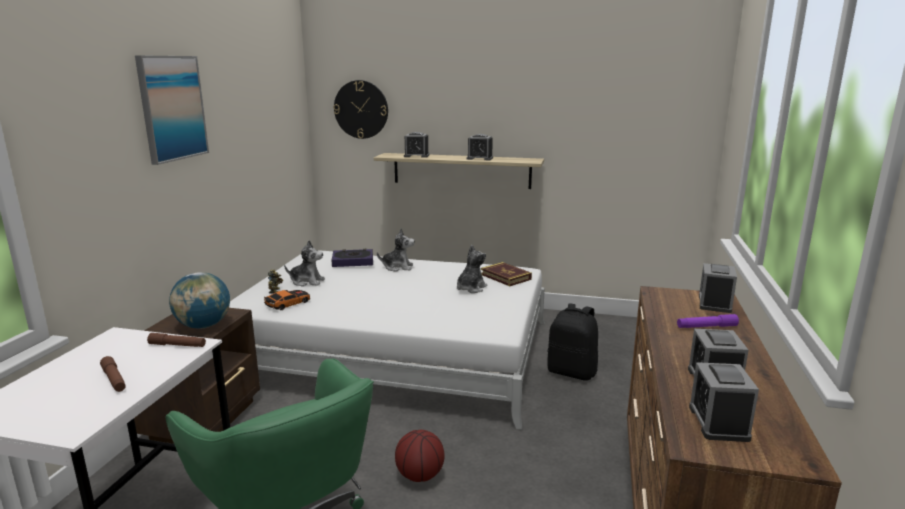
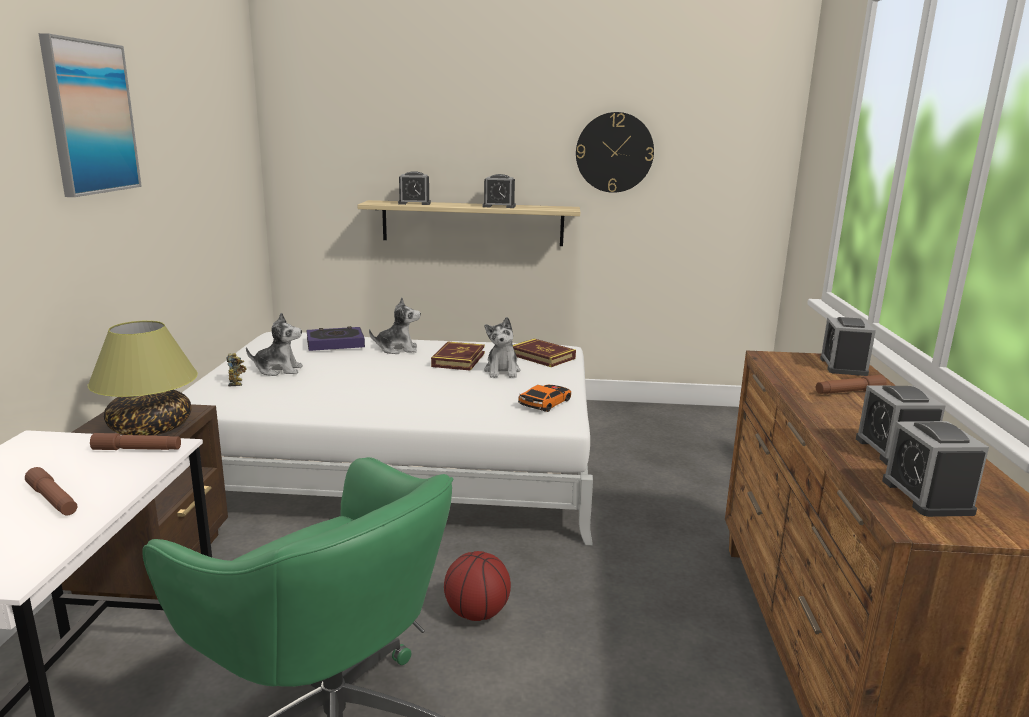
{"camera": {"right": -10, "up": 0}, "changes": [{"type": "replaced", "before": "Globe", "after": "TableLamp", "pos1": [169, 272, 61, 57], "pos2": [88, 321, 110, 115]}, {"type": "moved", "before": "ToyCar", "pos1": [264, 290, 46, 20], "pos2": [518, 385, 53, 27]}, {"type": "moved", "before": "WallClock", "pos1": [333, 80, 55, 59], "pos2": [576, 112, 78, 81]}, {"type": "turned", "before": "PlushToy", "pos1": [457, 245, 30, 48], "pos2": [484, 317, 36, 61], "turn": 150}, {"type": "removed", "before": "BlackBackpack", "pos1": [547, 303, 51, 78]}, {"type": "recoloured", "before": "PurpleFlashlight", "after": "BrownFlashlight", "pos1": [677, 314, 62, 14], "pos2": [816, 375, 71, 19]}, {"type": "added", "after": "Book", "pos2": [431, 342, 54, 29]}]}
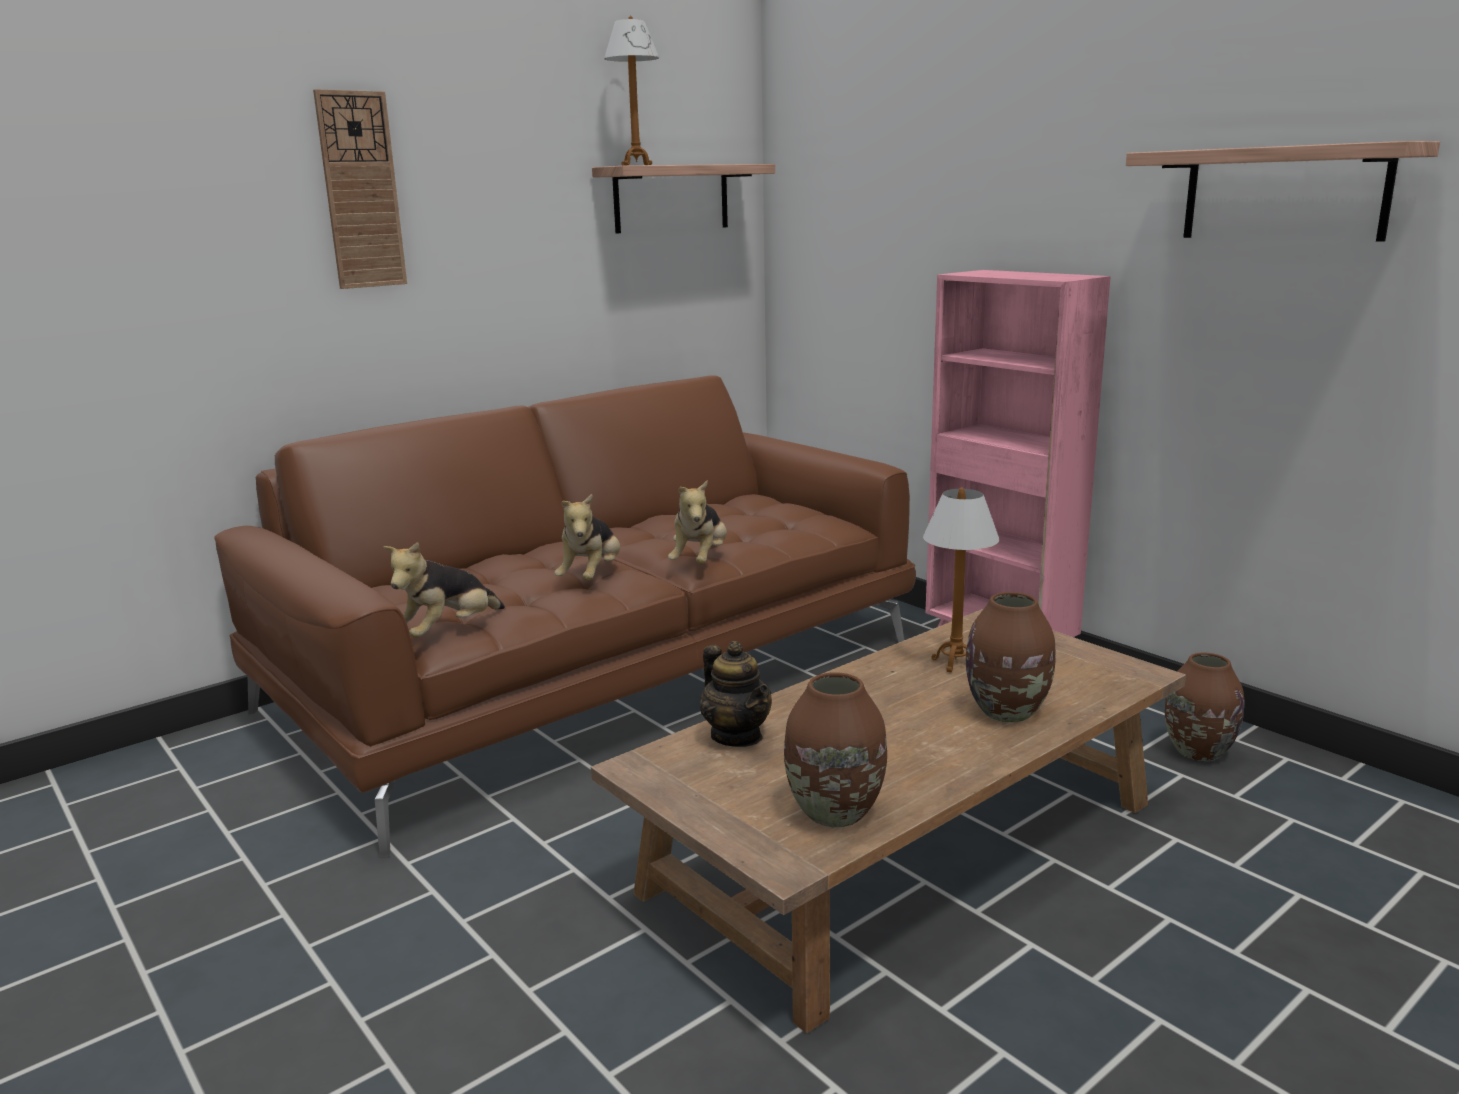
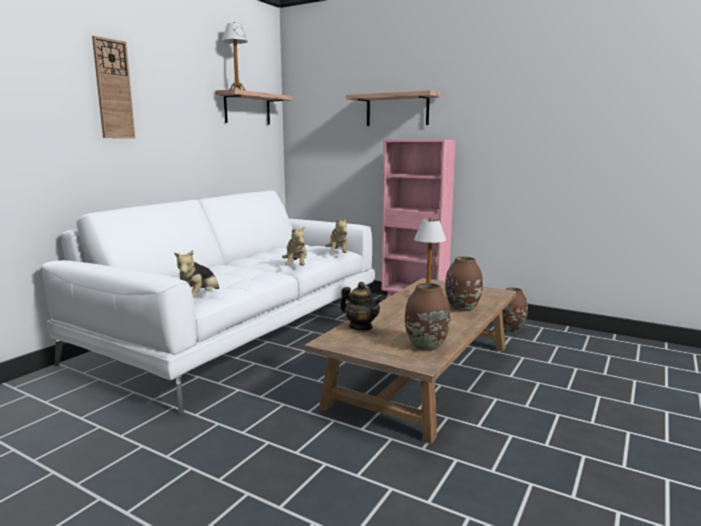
{"camera": {"right": -20, "up": -5}, "changes": [{"type": "recoloured", "before": "BrownSofa", "after": "WhiteSofa", "pos1": [214, 375, 702, 483], "pos2": [41, 190, 334, 225]}, {"type": "moved", "before": "PlushToy", "pos1": [554, 494, 66, 86], "pos2": [325, 218, 22, 35]}, {"type": "moved", "before": "Shelf", "pos1": [1126, 141, 314, 101], "pos2": [346, 90, 95, 36]}]}
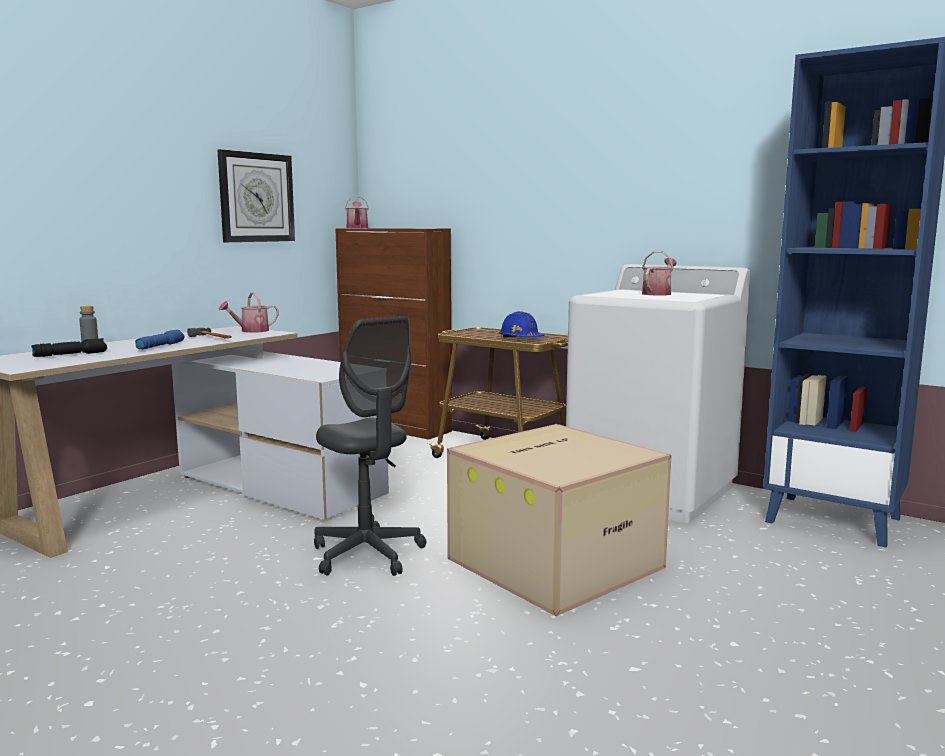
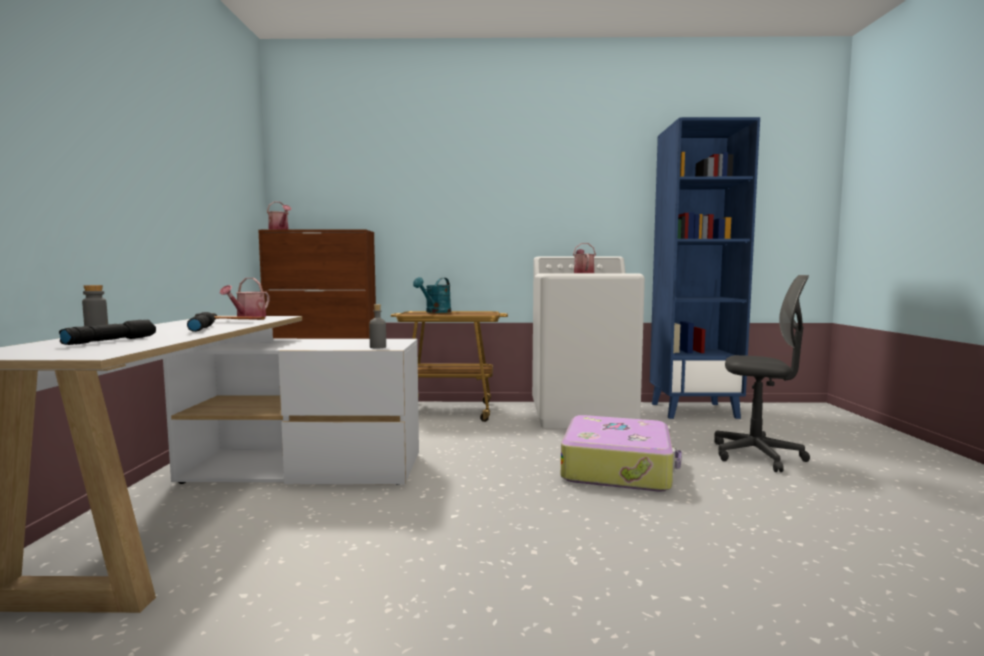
{"camera": {"right": -35, "up": -5}, "changes": [{"type": "recoloured", "before": "BlueFlashlight", "after": "BlackFlashlight", "pos1": [135, 330, 49, 20], "pos2": [187, 312, 28, 20]}, {"type": "removed", "before": "WallClock", "pos1": [218, 149, 77, 93]}, {"type": "moved", "before": "GreyOfficeChair", "pos1": [314, 316, 112, 260], "pos2": [714, 275, 96, 197]}, {"type": "replaced", "before": "CardboardBox", "after": "Suitcase", "pos1": [447, 424, 225, 192], "pos2": [561, 415, 121, 77]}, {"type": "removed", "before": "BlueHardHat", "pos1": [499, 311, 45, 27]}, {"type": "added", "after": "GreyBottle", "pos2": [369, 304, 17, 45]}, {"type": "added", "after": "TurquoiseWateringCan", "pos2": [413, 277, 38, 36]}]}
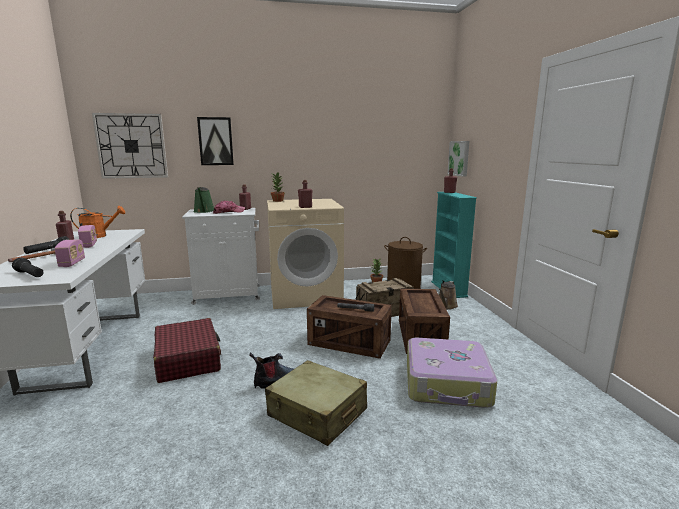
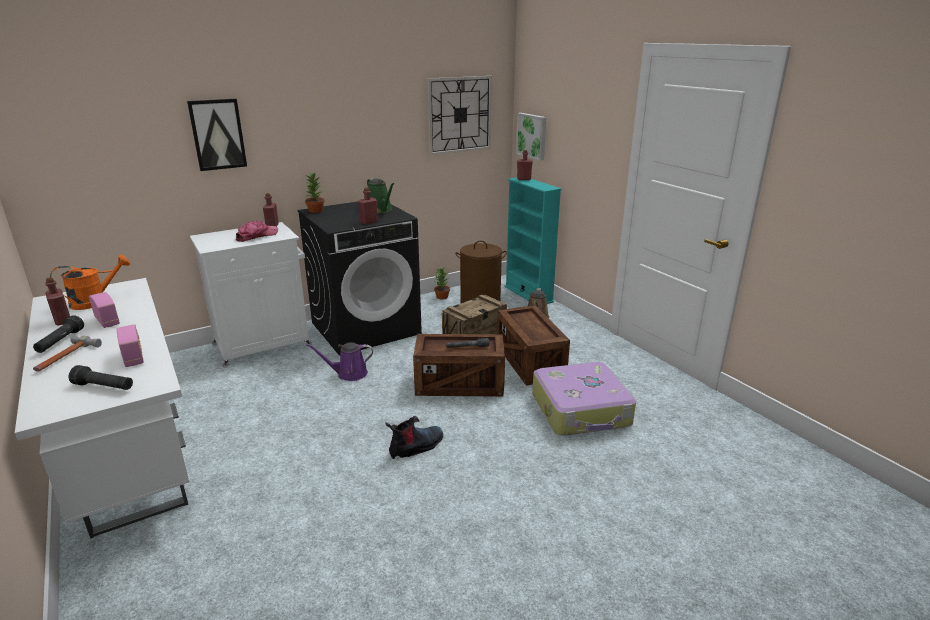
{"camera": {"right": -20, "up": 10}, "changes": [{"type": "moved", "before": "WallClock", "pos1": [92, 113, 76, 66], "pos2": [427, 76, 65, 79]}, {"type": "removed", "before": "RedSuitcase", "pos1": [153, 318, 68, 65]}, {"type": "moved", "before": "GreenWateringCan", "pos1": [193, 187, 21, 26], "pos2": [367, 178, 28, 36]}, {"type": "removed", "before": "BeigeSuitcase", "pos1": [265, 360, 102, 86]}, {"type": "recoloured", "before": "BeigeWashingMachine", "after": "BlackWashingMachine", "pos1": [267, 199, 77, 110], "pos2": [298, 201, 124, 155]}, {"type": "added", "after": "PurpleWateringCan", "pos2": [306, 342, 67, 39]}]}
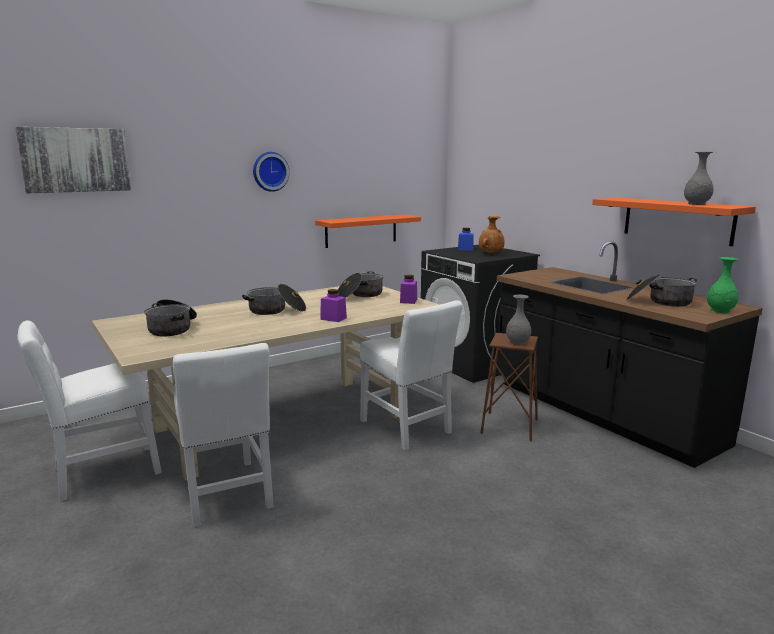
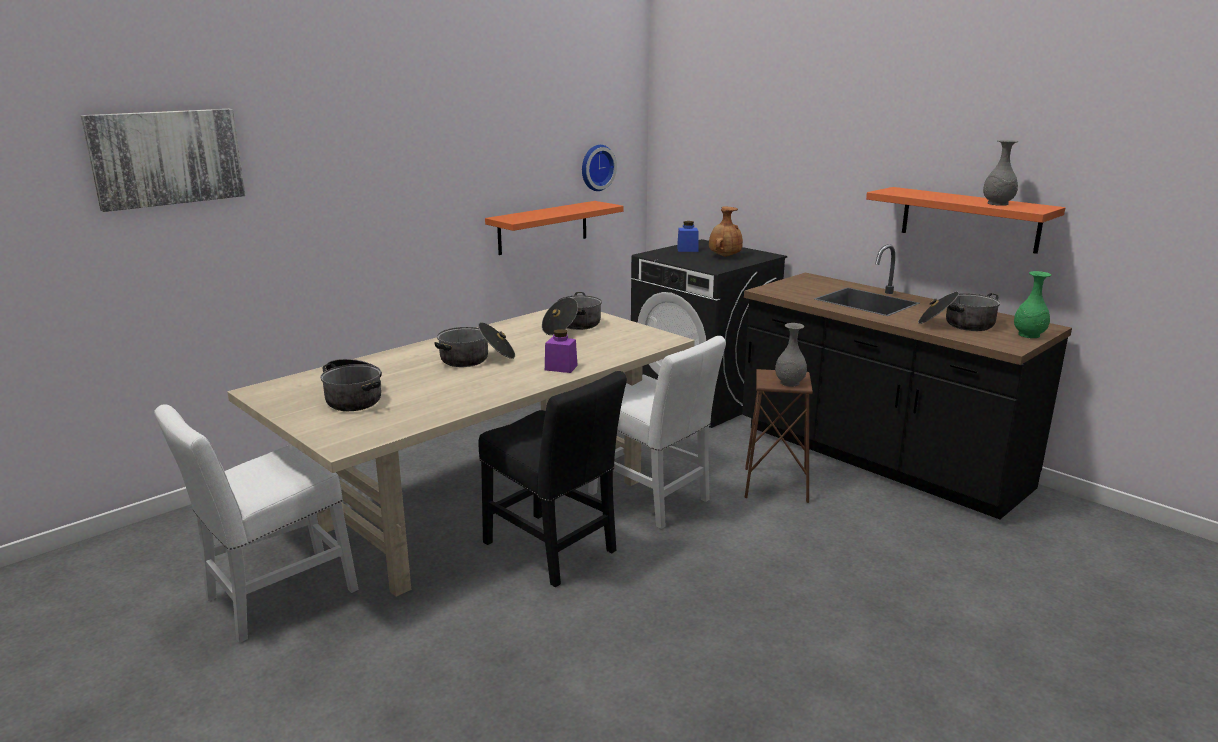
{"camera": {"right": -10, "up": 5}, "changes": [{"type": "removed", "before": "WhiteChair", "pos1": [173, 343, 101, 184]}, {"type": "moved", "before": "WallClock", "pos1": [253, 152, 37, 40], "pos2": [582, 145, 35, 46]}, {"type": "removed", "before": "PurpleJar", "pos1": [400, 275, 17, 29]}, {"type": "added", "after": "BlackChair", "pos2": [478, 371, 149, 216]}]}
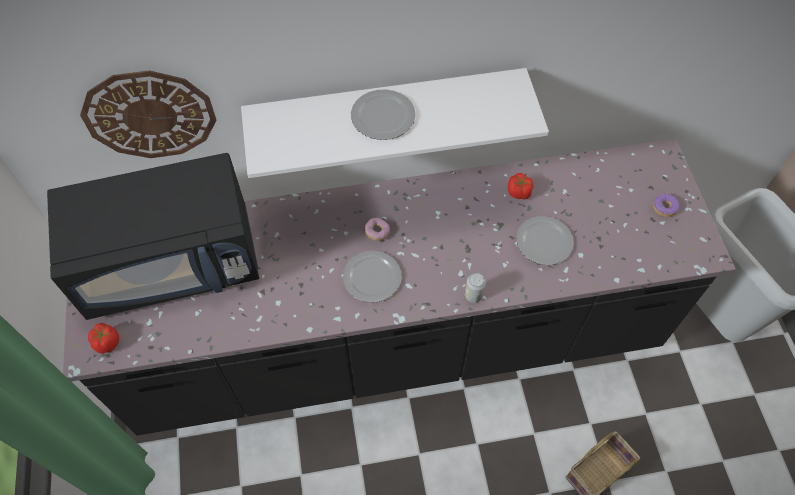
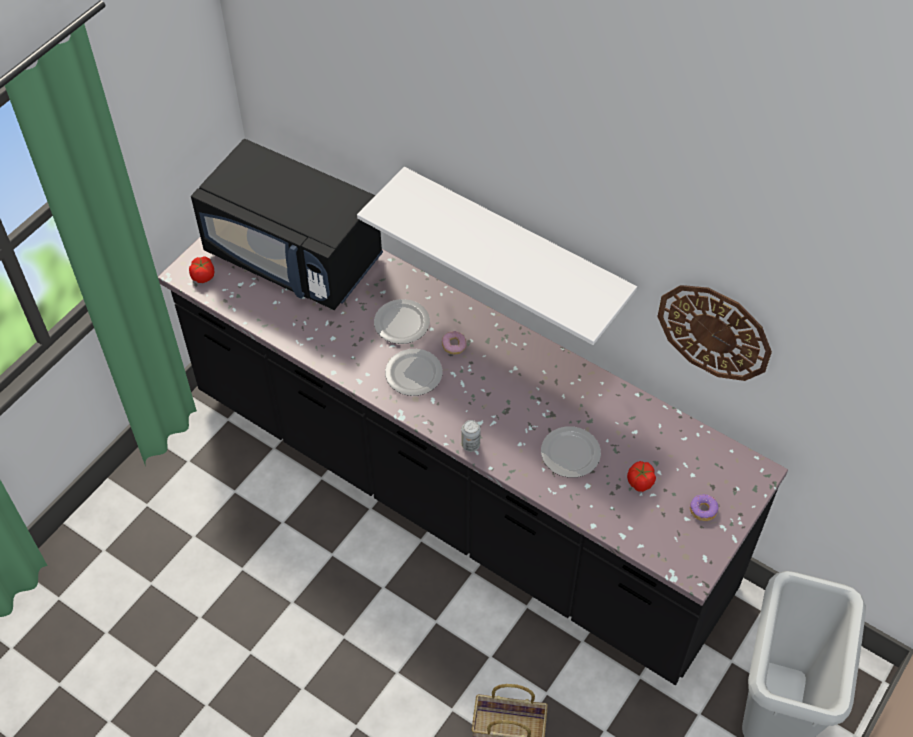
{"camera": {"right": 45, "up": -5}, "changes": [{"type": "moved", "before": "WallClock", "pos1": [80, 70, 136, 88], "pos2": [658, 285, 114, 96]}, {"type": "moved", "before": "Plate", "pos1": [351, 89, 64, 51], "pos2": [374, 299, 56, 45]}, {"type": "moved", "before": "Tomato", "pos1": [508, 173, 25, 26], "pos2": [627, 461, 29, 31]}]}
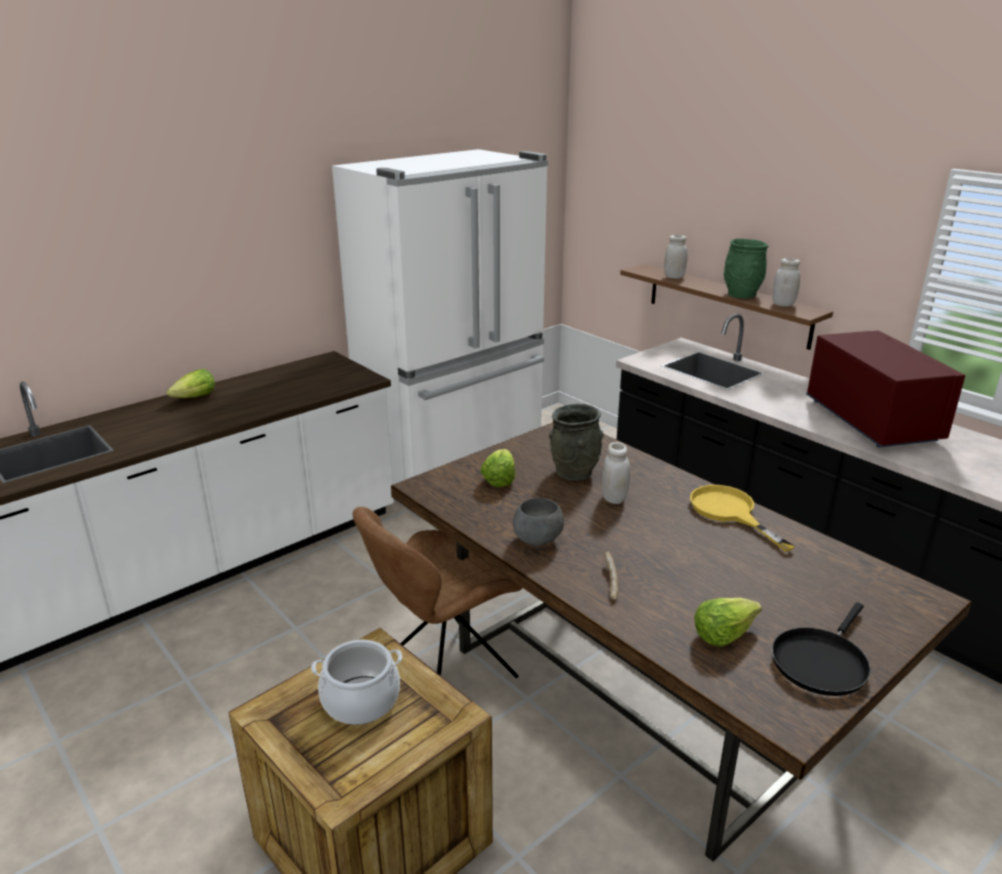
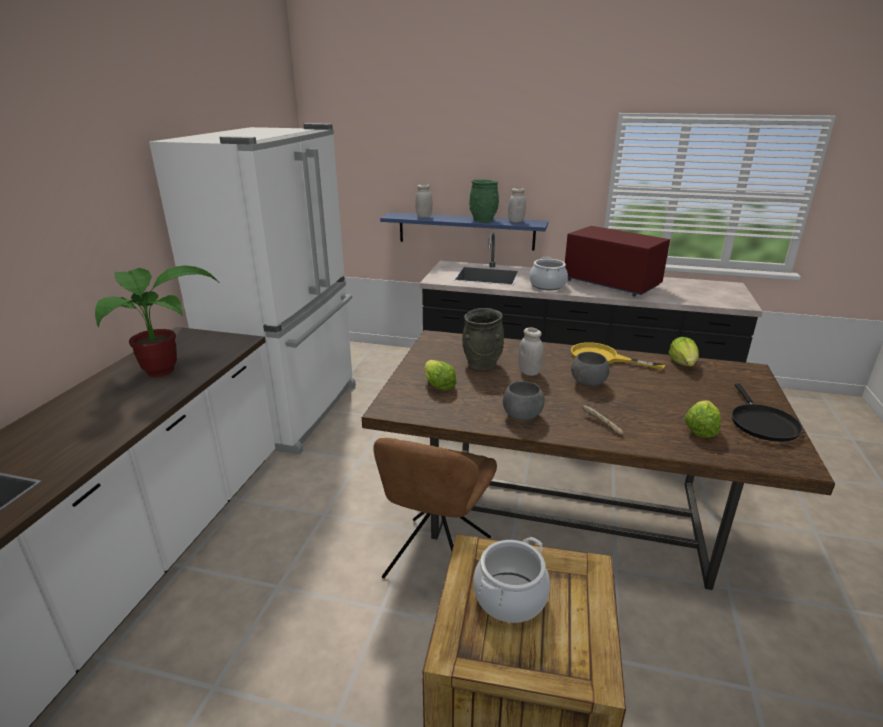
{"camera": {"right": -35, "up": 0}, "changes": [{"type": "moved", "before": "Lettuce", "pos1": [167, 369, 48, 29], "pos2": [669, 337, 30, 29]}, {"type": "recoloured", "before": "BrownShelf", "after": "BlueShelf", "pos1": [620, 264, 213, 86], "pos2": [380, 212, 168, 39]}, {"type": "added", "after": "PottedPlant", "pos2": [95, 265, 124, 112]}, {"type": "added", "after": "CookingPot", "pos2": [530, 257, 38, 33]}, {"type": "added", "after": "GreyBowl", "pos2": [571, 352, 38, 35]}]}
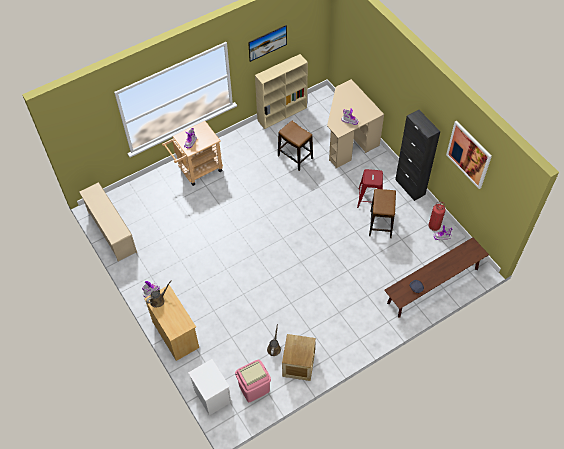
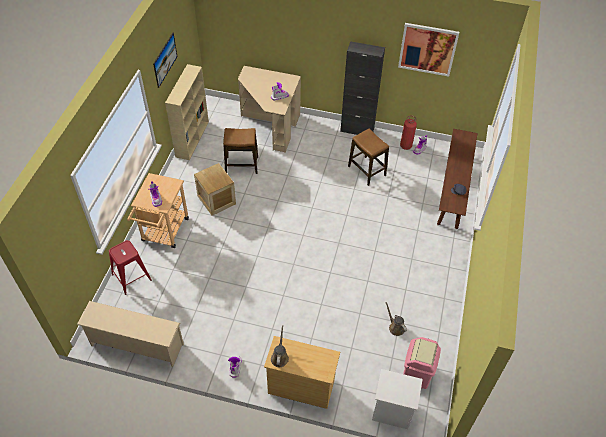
{"camera": {"right": -45, "up": -5}, "changes": [{"type": "moved", "before": "Crate", "pos1": [282, 334, 34, 47], "pos2": [194, 163, 42, 52]}, {"type": "moved", "before": "RedStool", "pos1": [357, 169, 26, 39], "pos2": [109, 240, 43, 55]}]}
